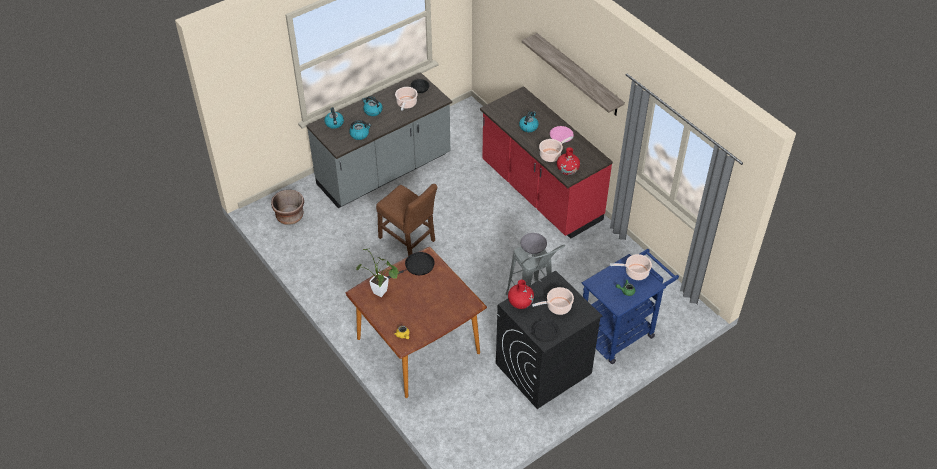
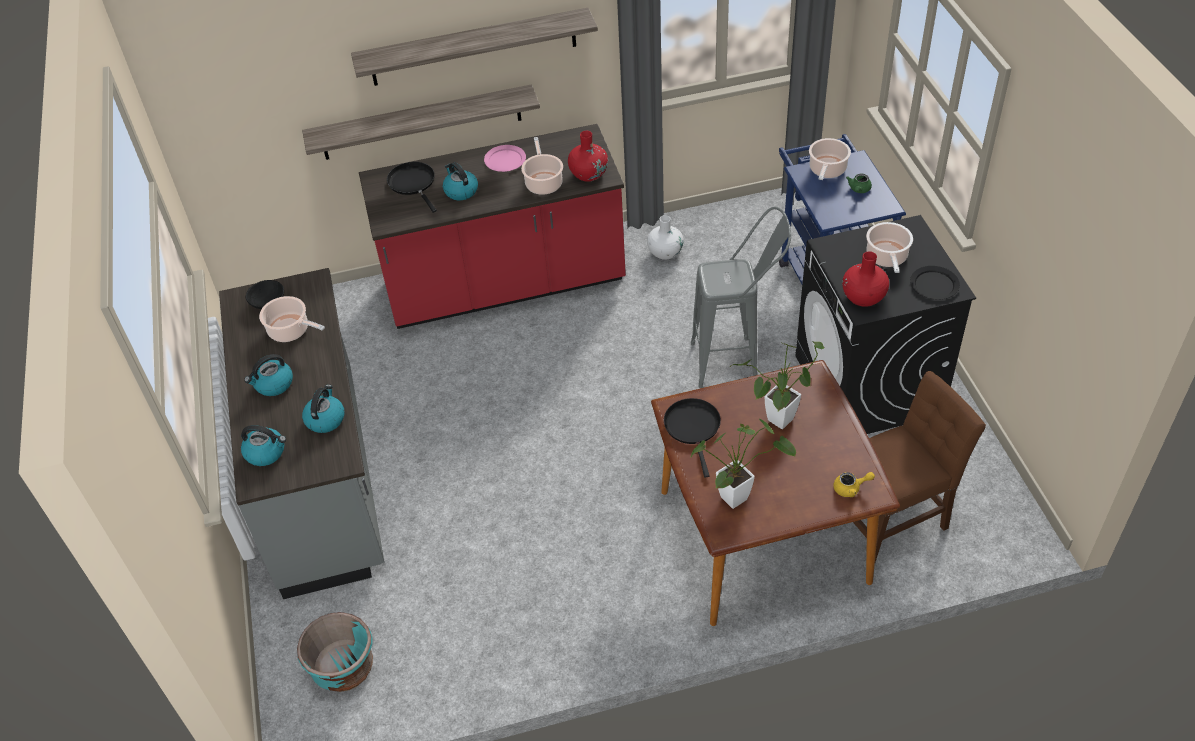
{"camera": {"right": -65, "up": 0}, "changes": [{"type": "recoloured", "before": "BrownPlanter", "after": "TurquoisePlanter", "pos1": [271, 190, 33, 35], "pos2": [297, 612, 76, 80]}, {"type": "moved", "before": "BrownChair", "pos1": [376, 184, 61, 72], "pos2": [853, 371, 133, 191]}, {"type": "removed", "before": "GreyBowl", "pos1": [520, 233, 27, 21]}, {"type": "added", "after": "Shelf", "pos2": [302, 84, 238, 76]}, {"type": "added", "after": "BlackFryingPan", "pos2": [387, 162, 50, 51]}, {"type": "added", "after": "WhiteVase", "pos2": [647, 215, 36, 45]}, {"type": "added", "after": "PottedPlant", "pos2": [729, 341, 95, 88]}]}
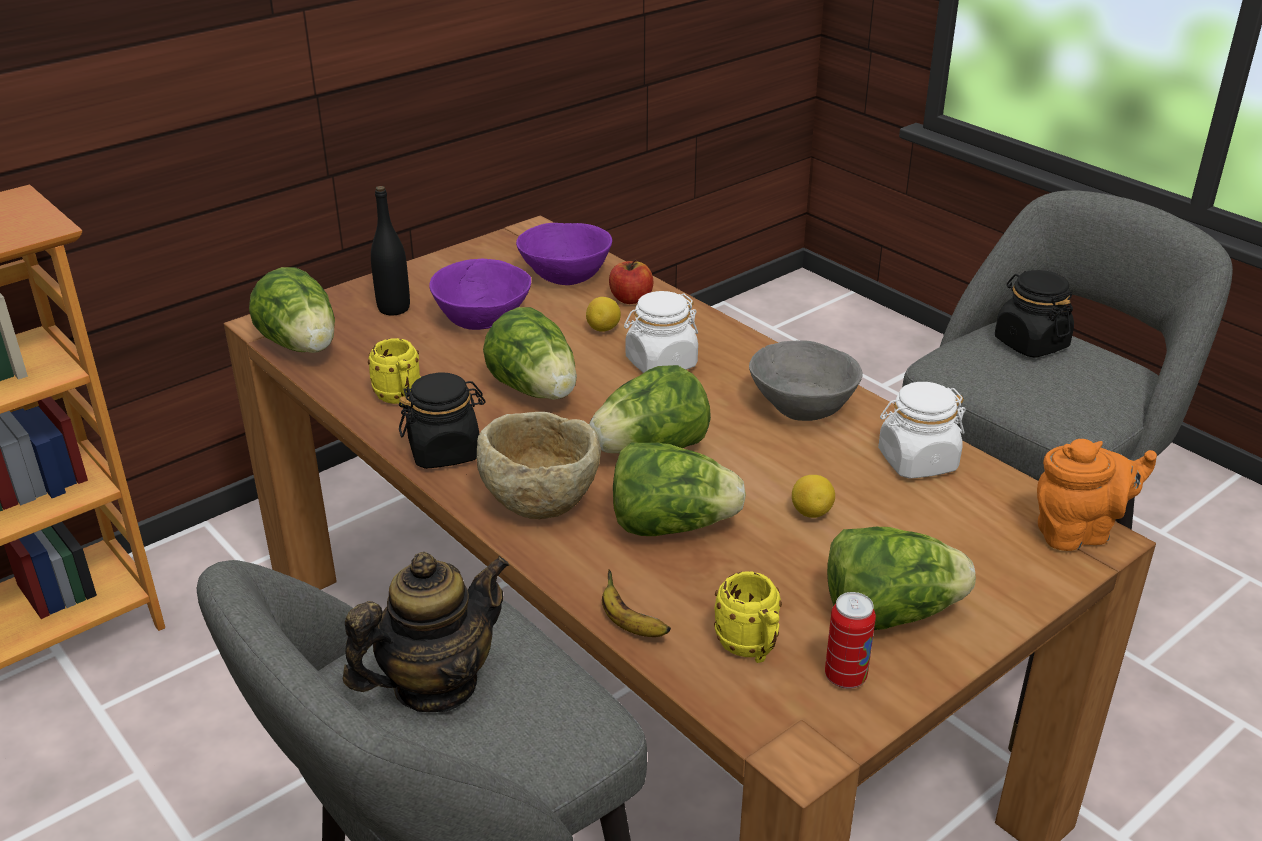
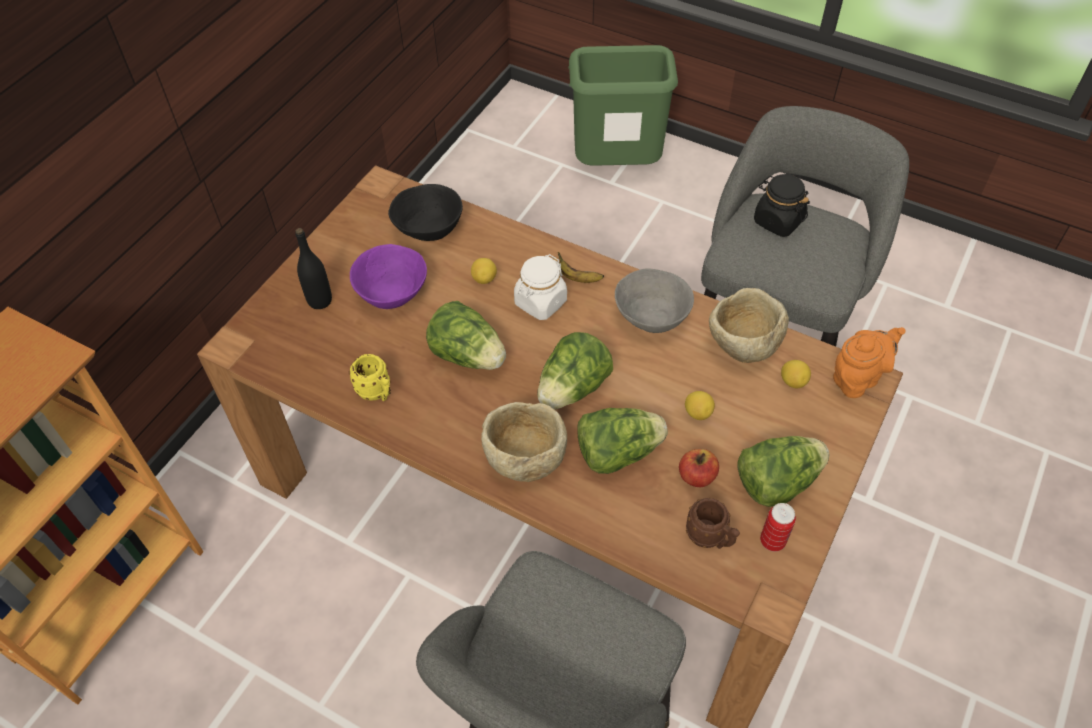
{"camera": {"right": -20, "up": 20}, "changes": [{"type": "removed", "before": "Lettuce", "pos1": [249, 267, 86, 86]}, {"type": "removed", "before": "Teapot", "pos1": [343, 552, 166, 160]}, {"type": "removed", "before": "BlackJar", "pos1": [399, 372, 87, 97]}, {"type": "recoloured", "before": "PurpleBowl", "after": "BlackBowl", "pos1": [516, 223, 96, 62], "pos2": [388, 184, 75, 57]}, {"type": "moved", "before": "Banana", "pos1": [602, 569, 69, 68], "pos2": [558, 252, 46, 31]}, {"type": "moved", "before": "Apple", "pos1": [609, 259, 44, 45], "pos2": [679, 449, 40, 38]}, {"type": "recoloured", "before": "YellowMug", "after": "BrownMug", "pos1": [714, 571, 68, 92], "pos2": [686, 498, 54, 51]}, {"type": "replaced", "before": "WhiteJar", "after": "BeigeBowl", "pos1": [878, 382, 88, 97], "pos2": [709, 288, 80, 75]}, {"type": "added", "after": "GreenTrashCan", "pos2": [568, 45, 110, 121]}, {"type": "added", "after": "Lemon", "pos2": [781, 360, 30, 28]}]}
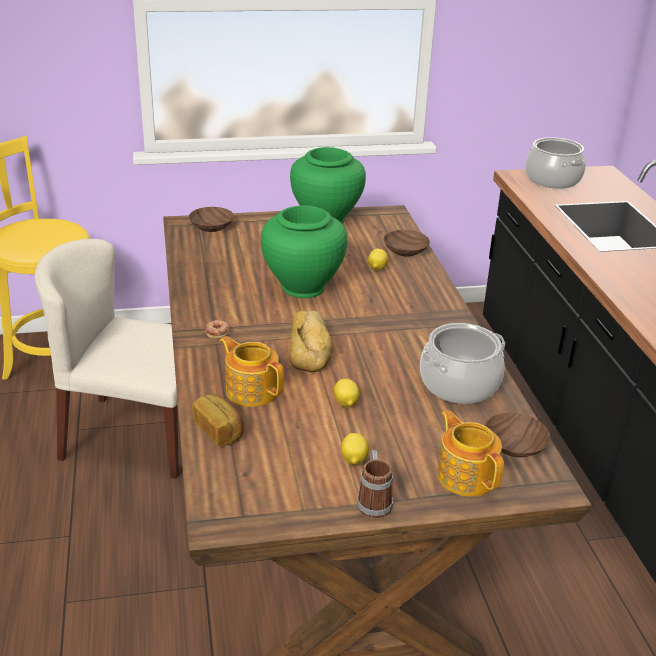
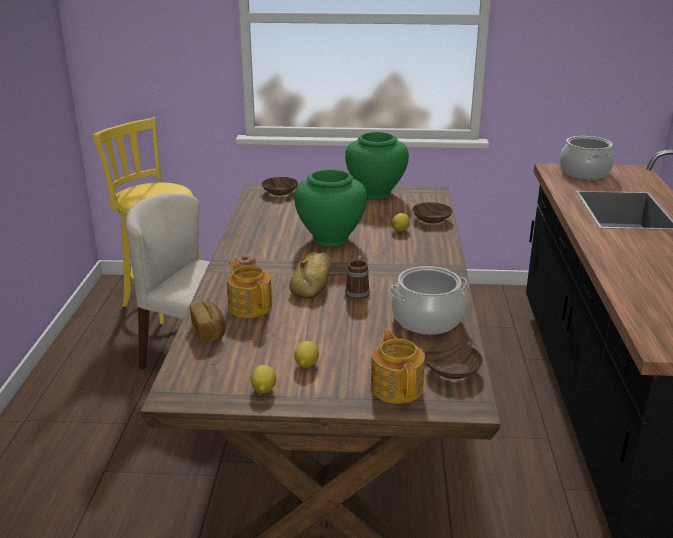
{"camera": {"right": 15, "up": -5}, "changes": [{"type": "moved", "before": "Lemon", "pos1": [334, 379, 26, 28], "pos2": [251, 365, 25, 28]}, {"type": "moved", "before": "Mug", "pos1": [356, 450, 37, 68], "pos2": [345, 256, 25, 44]}]}
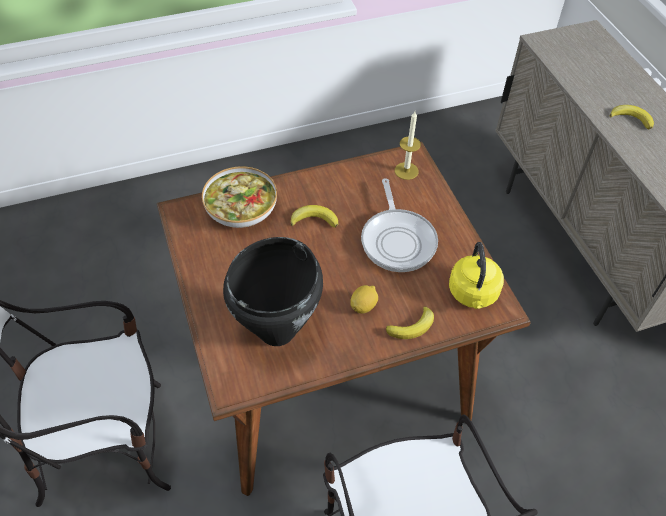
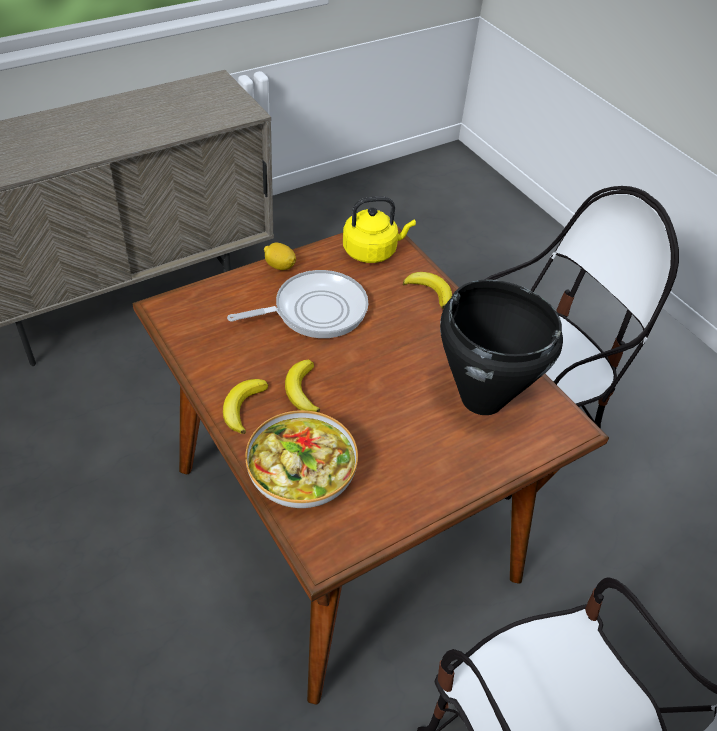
{"camera": {"right": -105, "up": -5}, "changes": [{"type": "moved", "before": "Lemon", "pos1": [350, 285, 28, 29], "pos2": [264, 242, 32, 28]}, {"type": "removed", "before": "Candle", "pos1": [395, 111, 26, 69]}, {"type": "moved", "before": "Banana", "pos1": [610, 105, 44, 24], "pos2": [223, 379, 45, 55]}]}
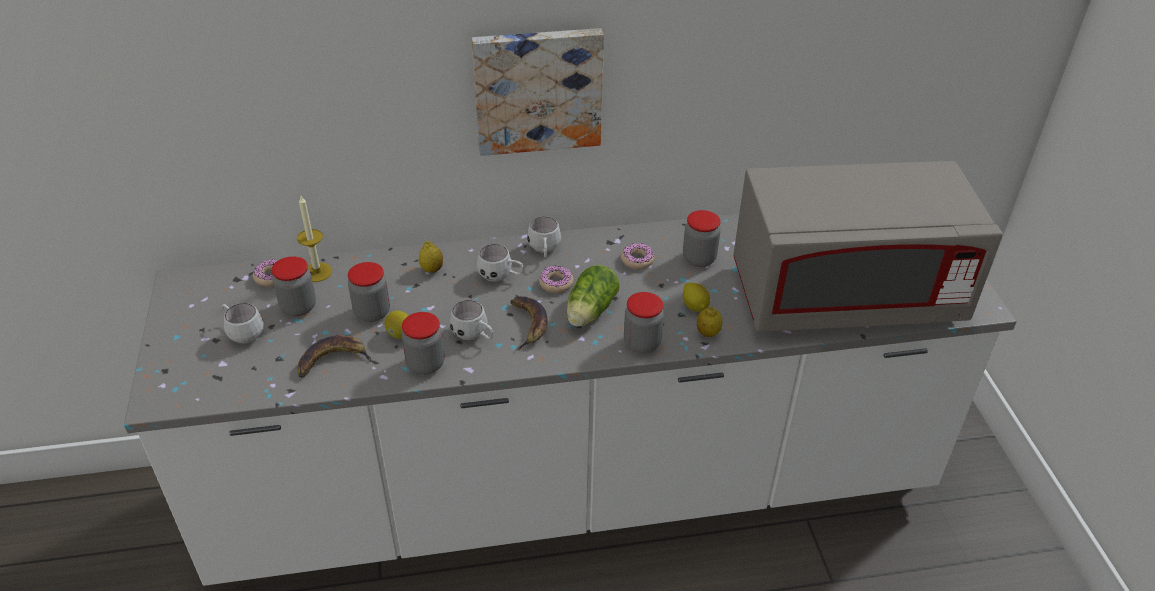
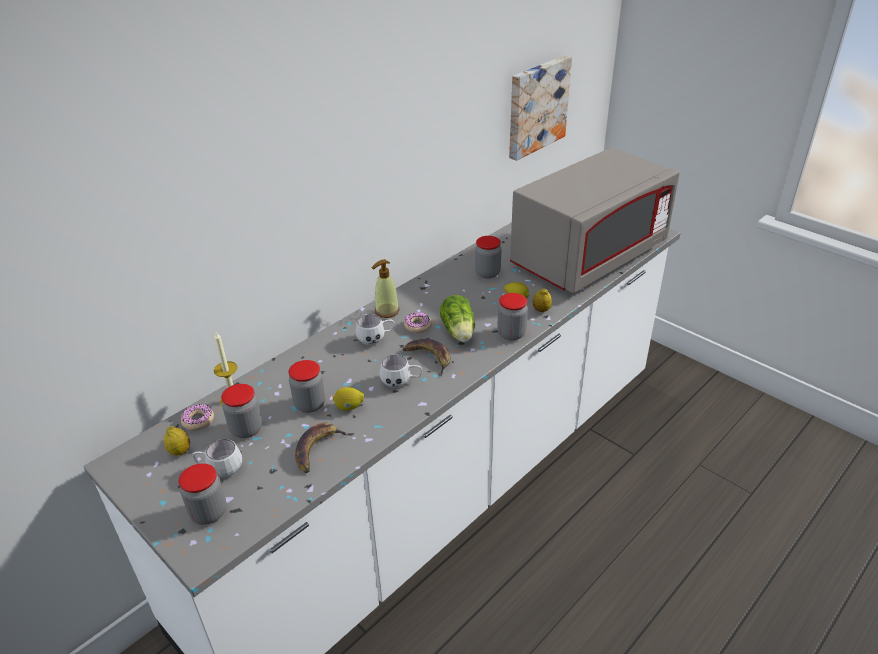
{"camera": {"right": -35, "up": -5}, "changes": [{"type": "moved", "before": "Jar", "pos1": [402, 312, 43, 63], "pos2": [179, 463, 48, 62]}, {"type": "moved", "before": "Lemon", "pos1": [419, 241, 24, 32], "pos2": [164, 426, 26, 30]}, {"type": "moved", "before": "Picture", "pos1": [471, 28, 133, 128], "pos2": [509, 55, 63, 106]}, {"type": "replaced", "before": "WhiteMug", "after": "SoapDispenser", "pos1": [527, 216, 34, 42], "pos2": [372, 259, 28, 59]}, {"type": "removed", "before": "Donut", "pos1": [621, 243, 34, 26]}]}
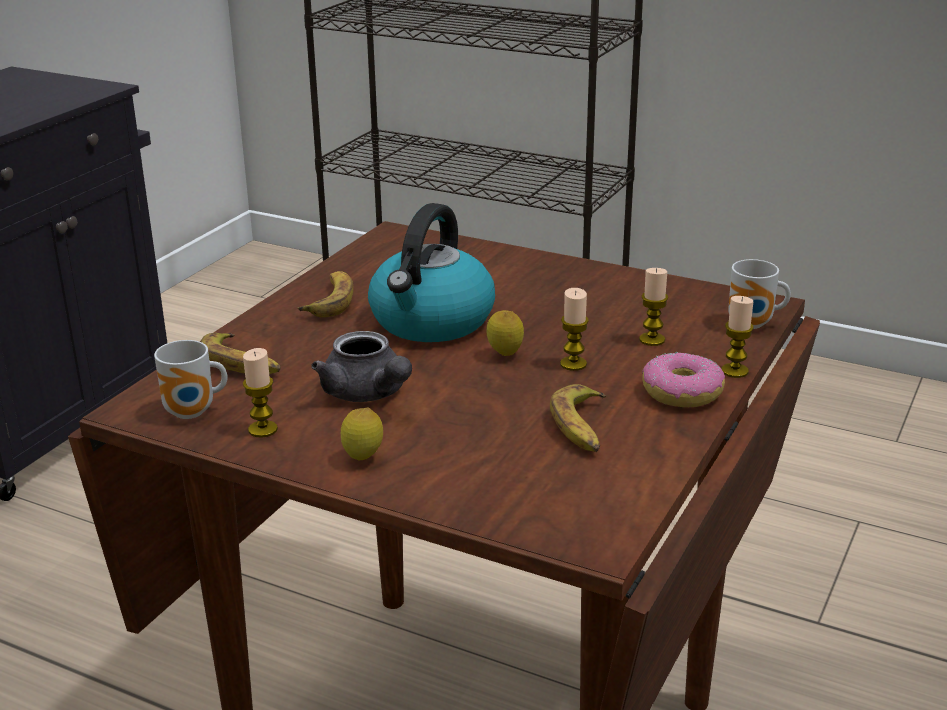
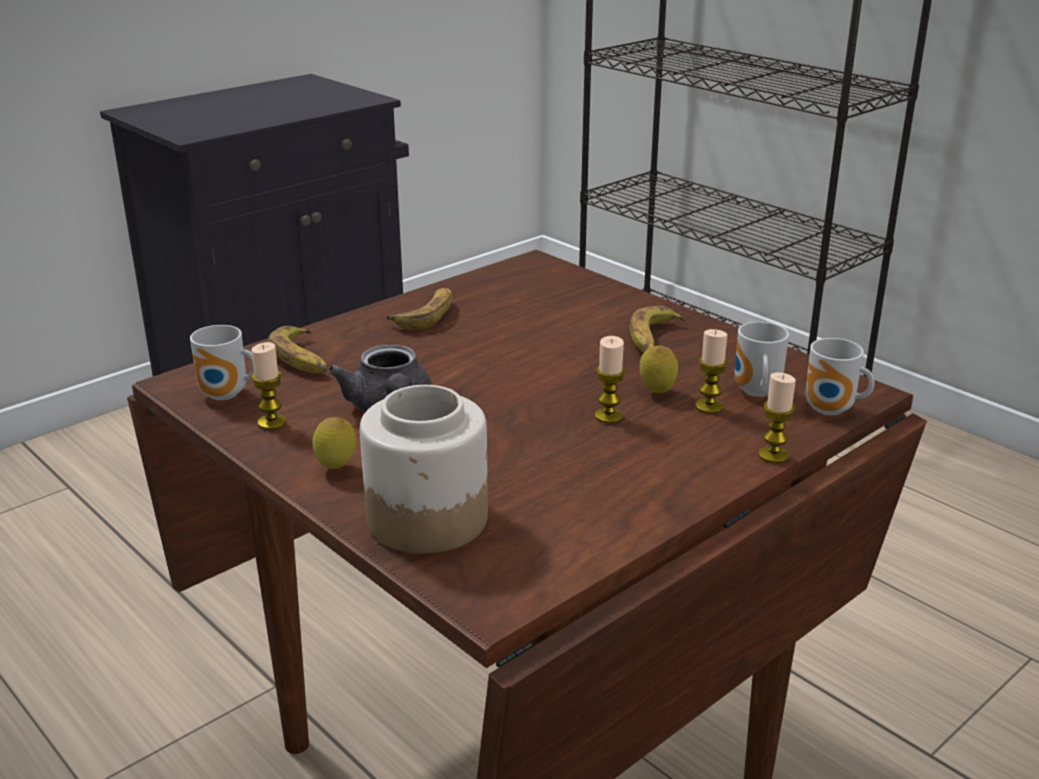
{"camera": {"right": 20, "up": 0}, "changes": [{"type": "removed", "before": "Kettle", "pos1": [368, 203, 127, 139]}, {"type": "moved", "before": "Lemon", "pos1": [486, 310, 38, 46], "pos2": [640, 346, 38, 47]}, {"type": "moved", "before": "Banana", "pos1": [550, 384, 56, 68], "pos2": [630, 306, 56, 47]}, {"type": "removed", "before": "Donut", "pos1": [642, 352, 83, 55]}, {"type": "added", "after": "Jar", "pos2": [360, 385, 128, 169]}, {"type": "added", "after": "Mug", "pos2": [734, 322, 55, 75]}]}
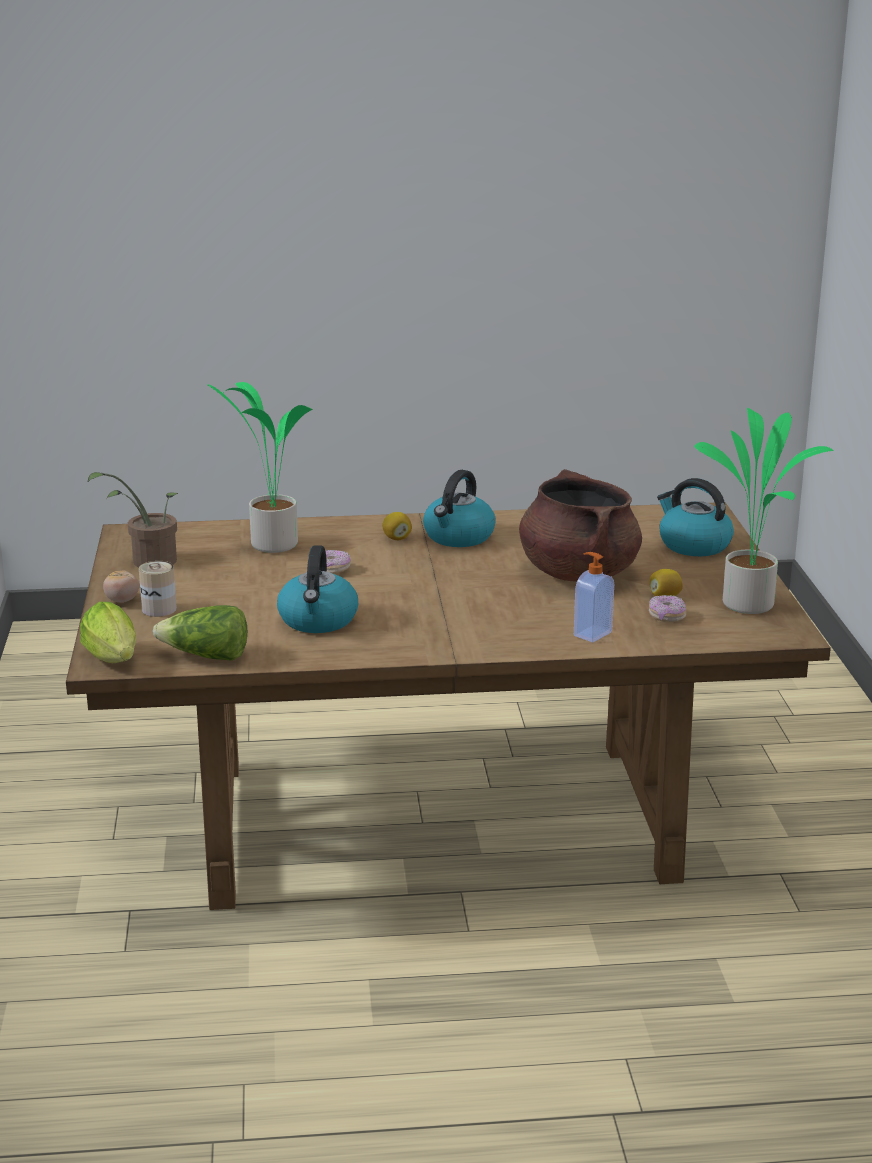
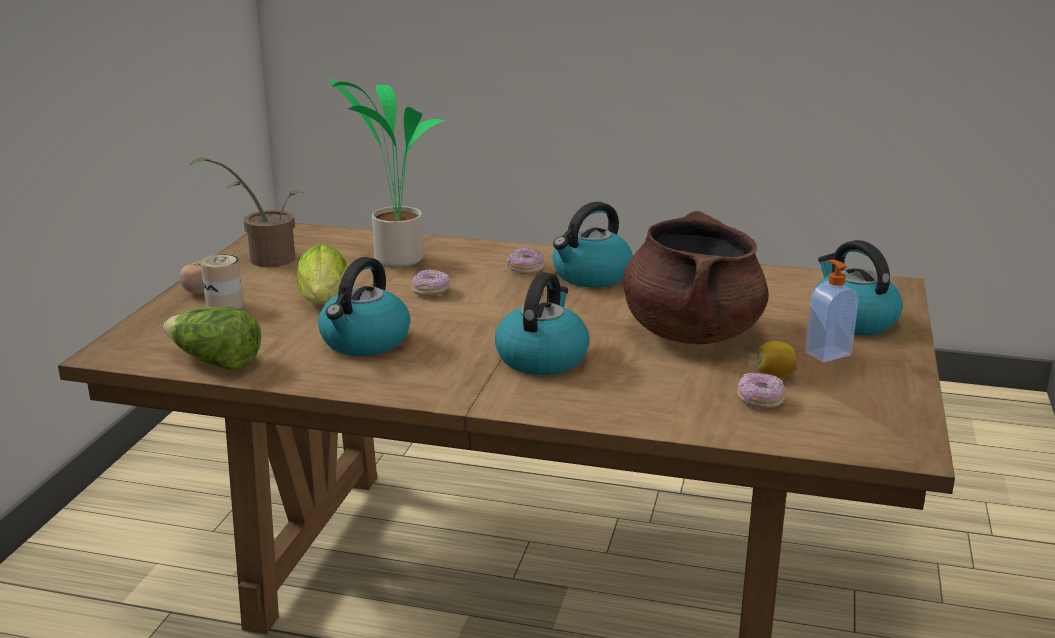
{"camera": {"right": 20, "up": 0}, "changes": [{"type": "moved", "before": "Lettuce", "pos1": [80, 602, 56, 61], "pos2": [297, 244, 50, 61]}, {"type": "replaced", "before": "Lemon", "after": "Donut", "pos1": [382, 512, 30, 28], "pos2": [507, 248, 37, 26]}, {"type": "moved", "before": "SoapDispenser", "pos1": [574, 552, 40, 90], "pos2": [805, 260, 54, 103]}, {"type": "removed", "before": "PottedPlant", "pos1": [694, 408, 139, 206]}, {"type": "added", "after": "Kettle", "pos2": [495, 272, 95, 103]}]}
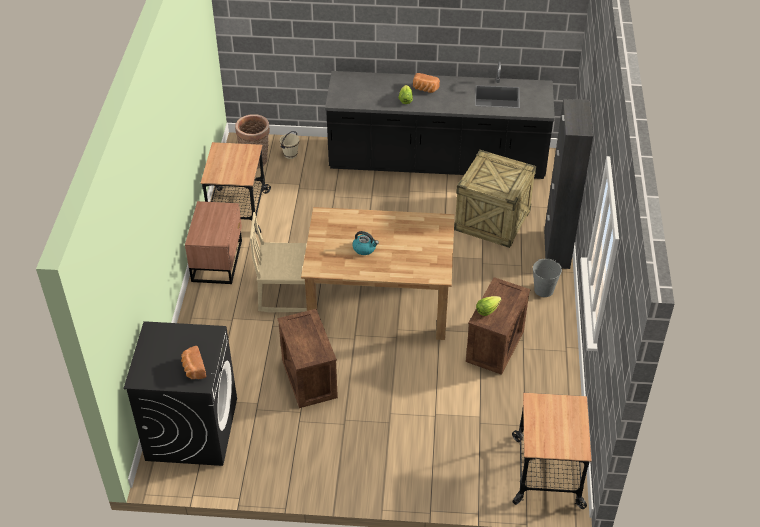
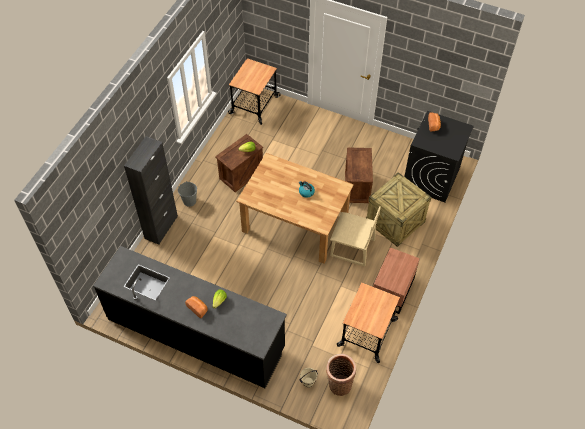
{"camera": {"right": -160, "up": 10}, "changes": [{"type": "moved", "before": "Crate", "pos1": [454, 150, 82, 98], "pos2": [366, 172, 66, 75]}]}
